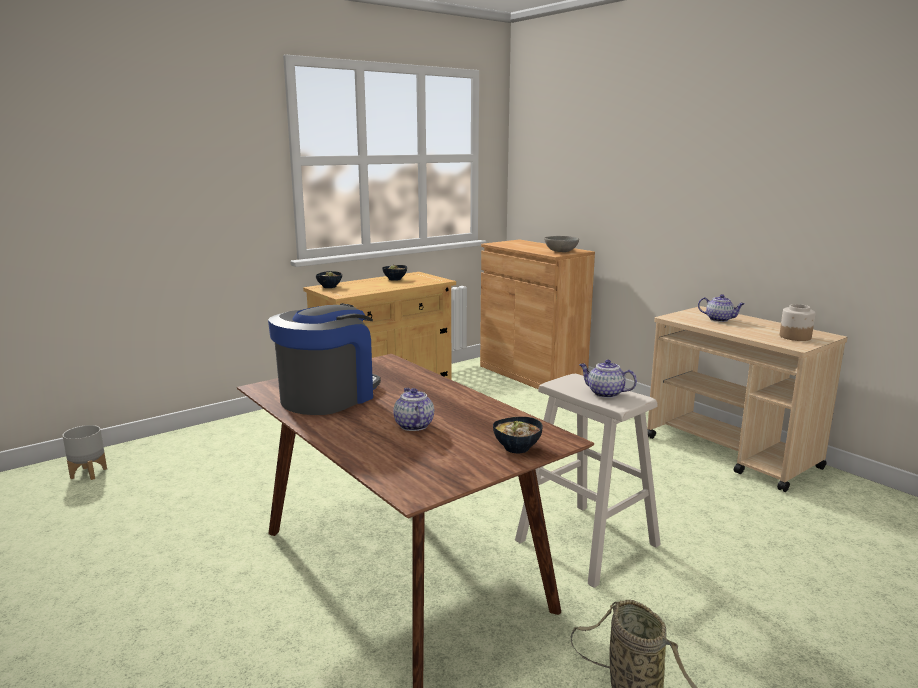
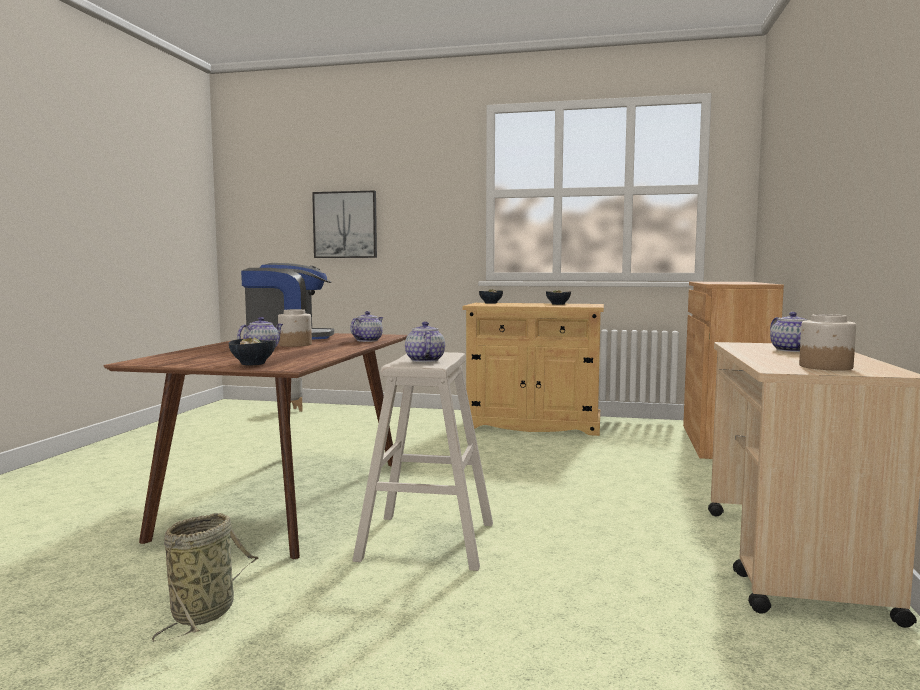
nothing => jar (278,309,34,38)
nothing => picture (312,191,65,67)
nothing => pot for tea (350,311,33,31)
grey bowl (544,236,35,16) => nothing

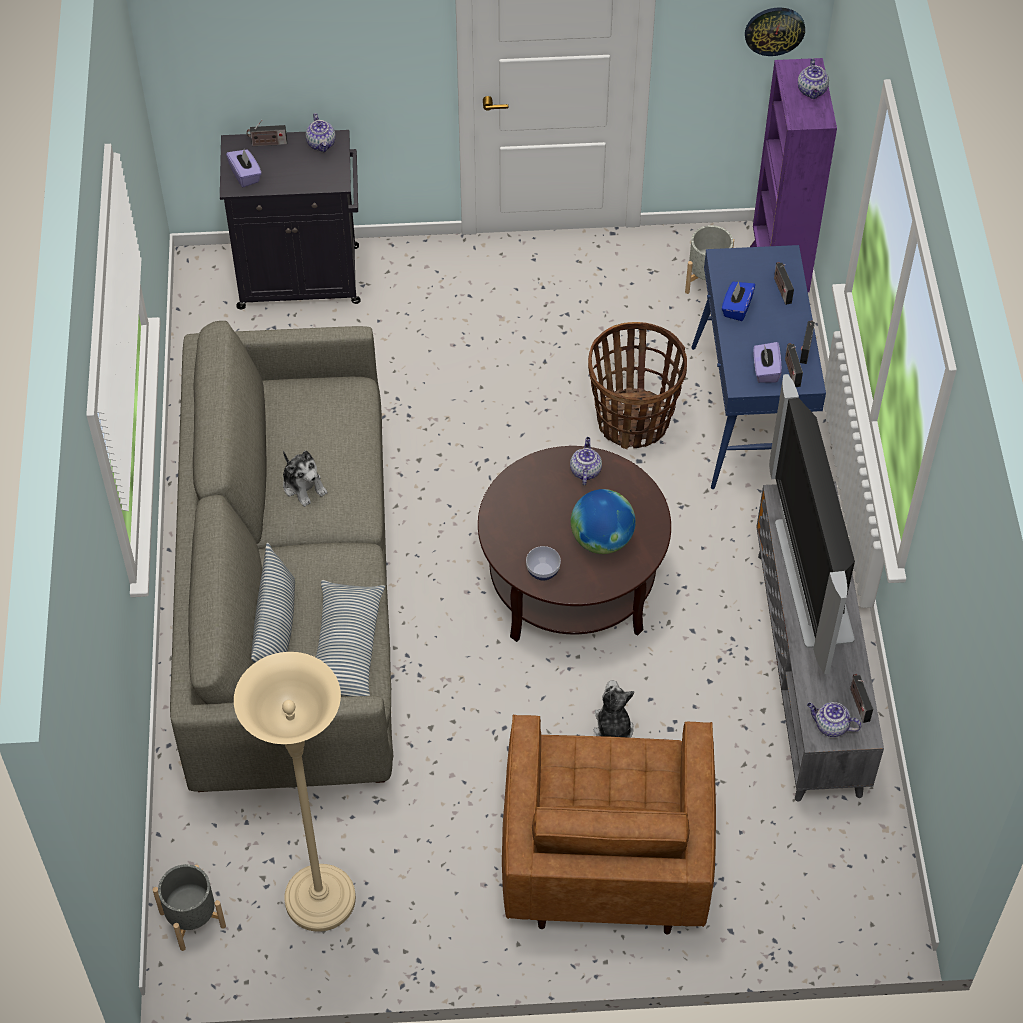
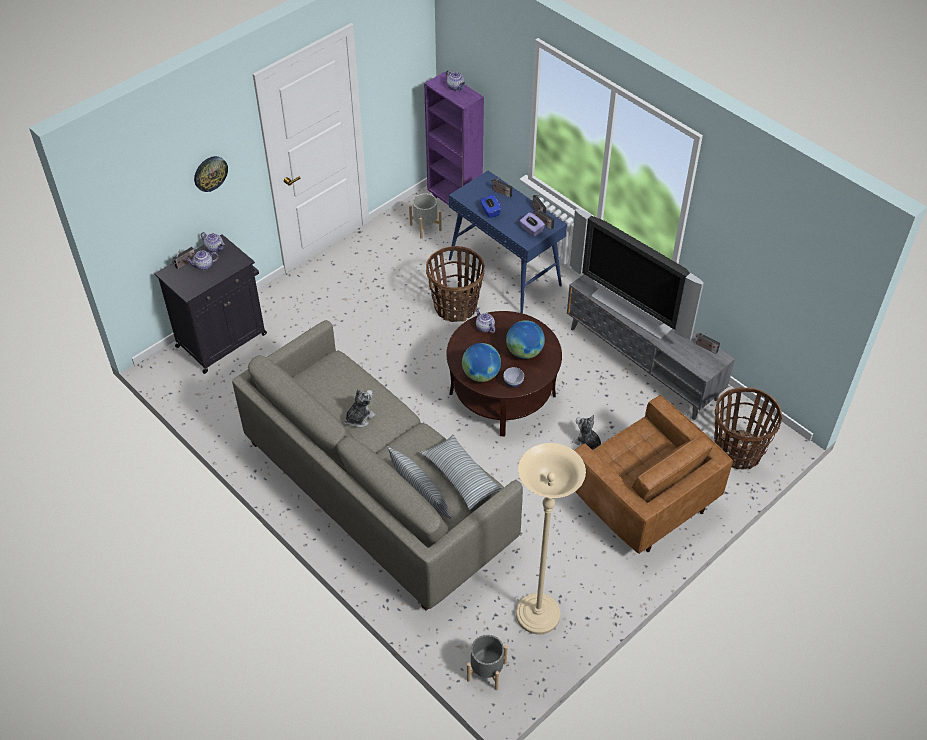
pot for tea (807,702,55,35) => pot for tea (186,251,33,20), move
hanging clock (745,7,60,49) => hanging clock (194,156,34,36), move
soft toy (283,451,44,56) => soft toy (344,389,32,39), 60 degrees counterclockwise
nothing => world globe (462,343,39,39)
nothing => basket (714,387,68,83)
purple tissue holder (226,149,36,38) => nothing

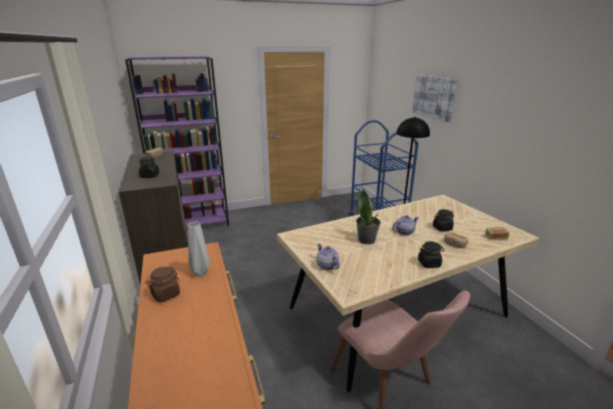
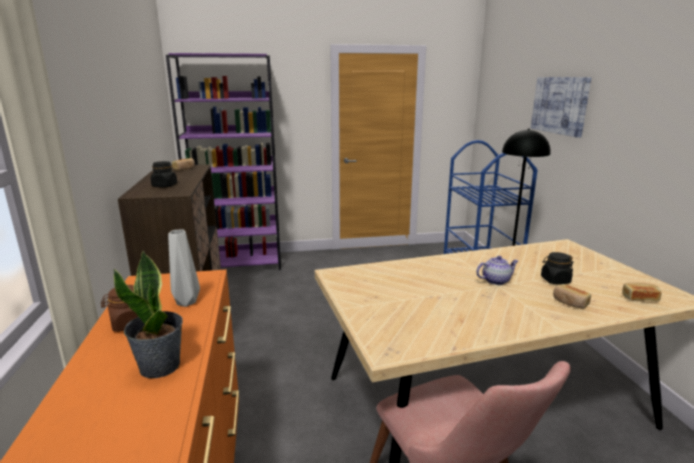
houseplant (356,189,25,55) => houseplant (113,250,70,128), move
pot for tea (316,244,24,26) => nothing
black-coloured jar (418,241,26,27) => nothing

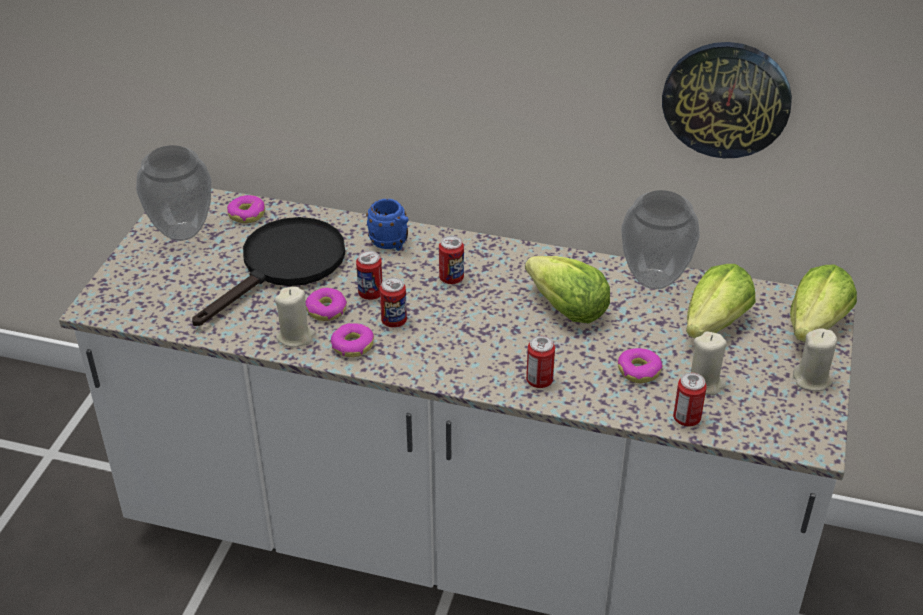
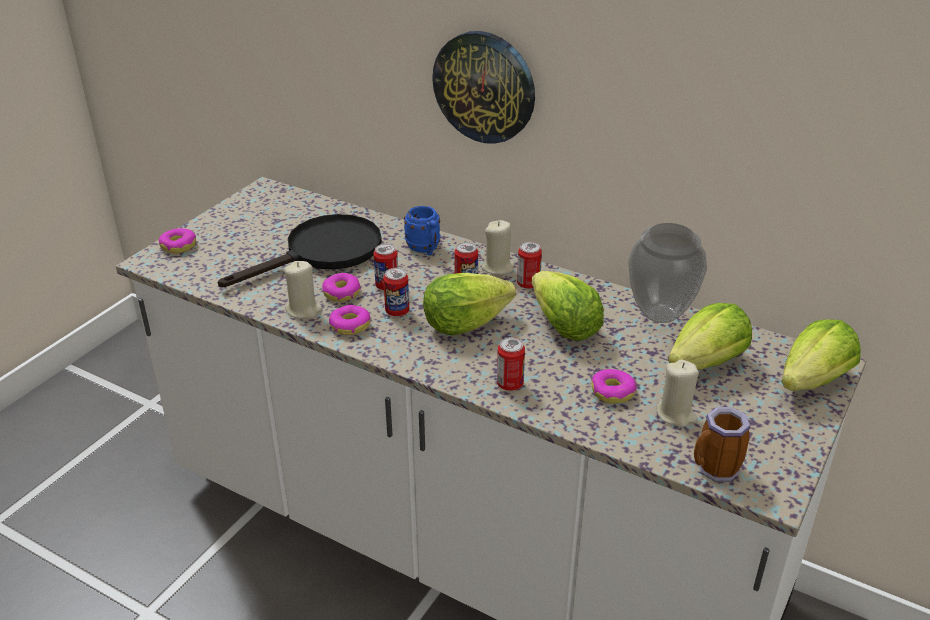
ring doughnut (227,195,38,28) => ring doughnut (158,228,38,26), move
nothing => lettuce head (423,273,93,63)
hanging clock (662,42,130,116) => hanging clock (432,31,103,113), move
sand-coloured candle (793,328,44,63) => sand-coloured candle (482,220,33,55), move
sealed can (673,373,34,53) => sealed can (517,242,25,47), move
nothing => mug (694,407,57,75)
flower vase (136,145,75,96) => nothing

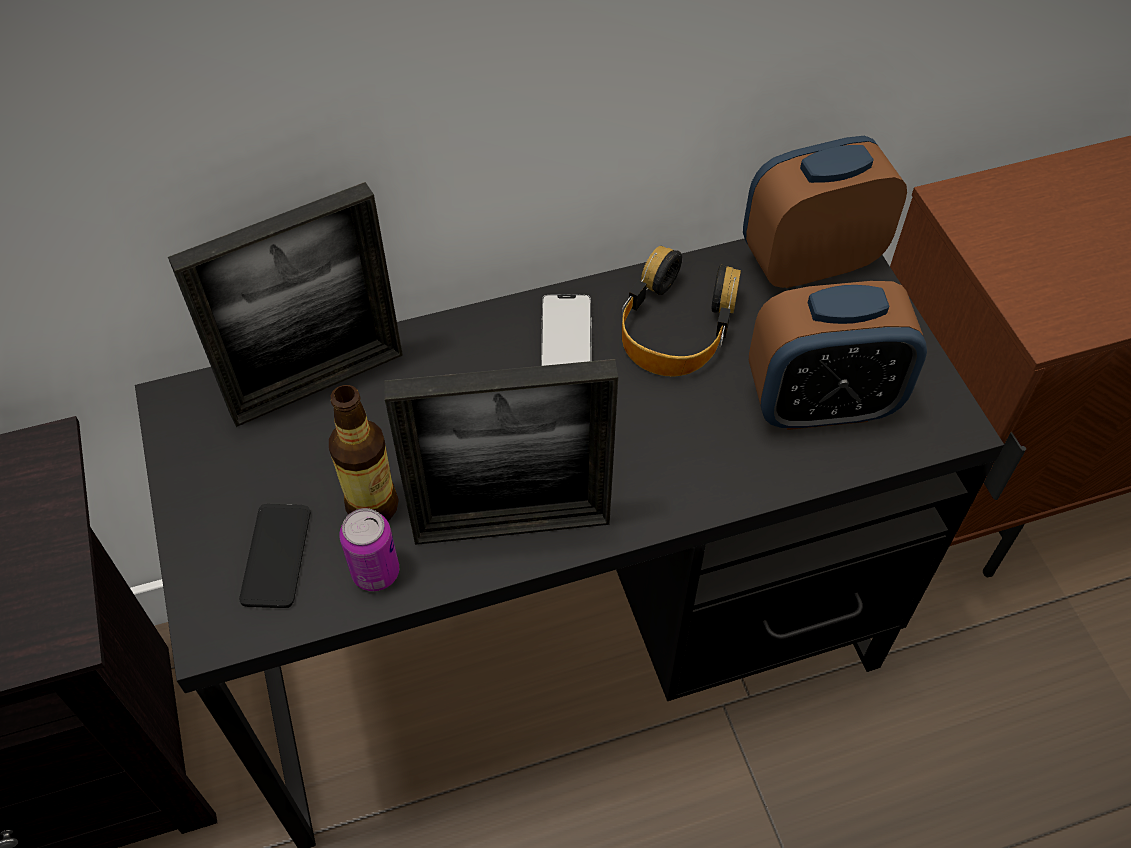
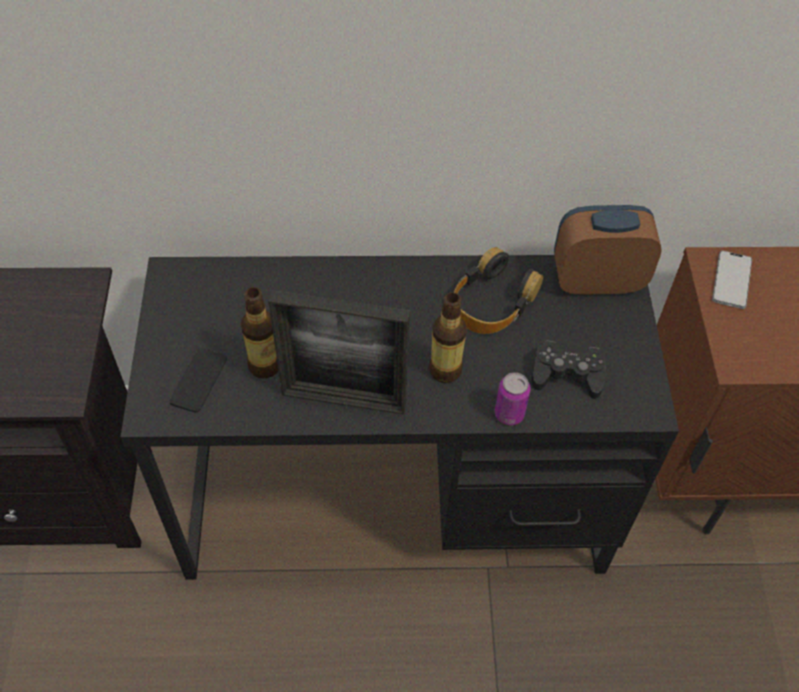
nothing => bottle (429,292,38,91)
sealed can (339,508,60,83) => sealed can (495,372,36,53), move
bedside clock (749,281,178,149) => black-coloured joypad (531,340,75,59)
phone (541,295,51,71) => phone (712,251,40,58), move
standing frame (168,182,235,245) => nothing

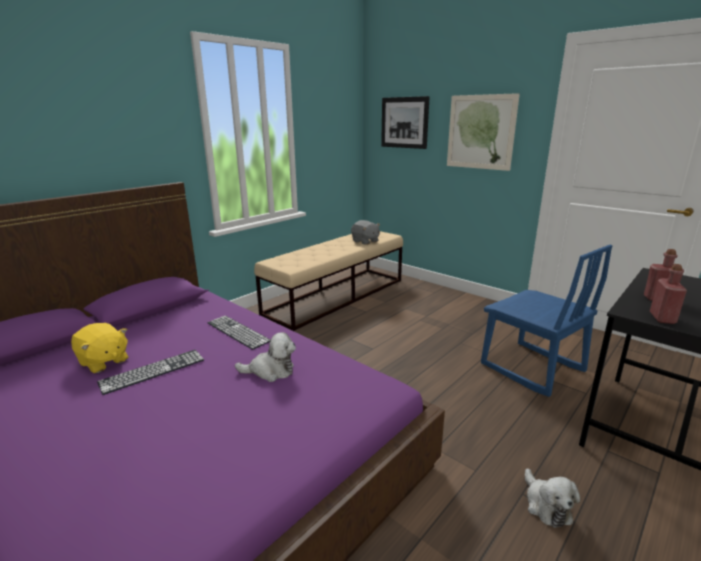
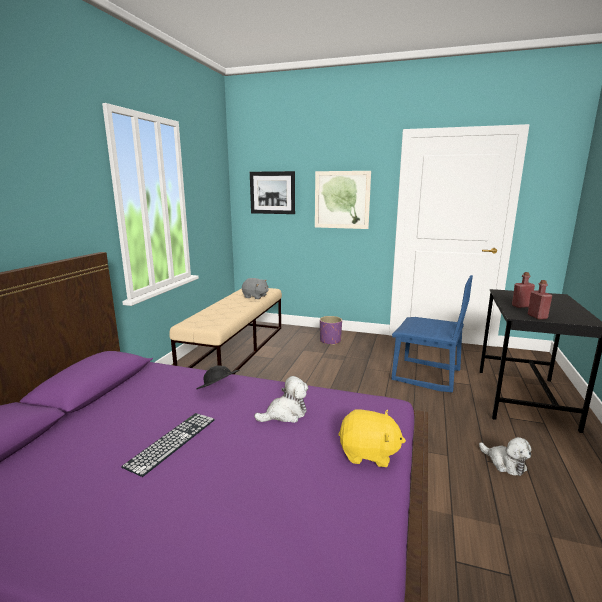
computer keyboard (207,316,64,34) => black-coloured hat (196,365,43,24)
nothing => purple planter (320,316,22,29)
yellowish soft toy (71,323,57,50) => yellowish soft toy (338,409,68,58), move

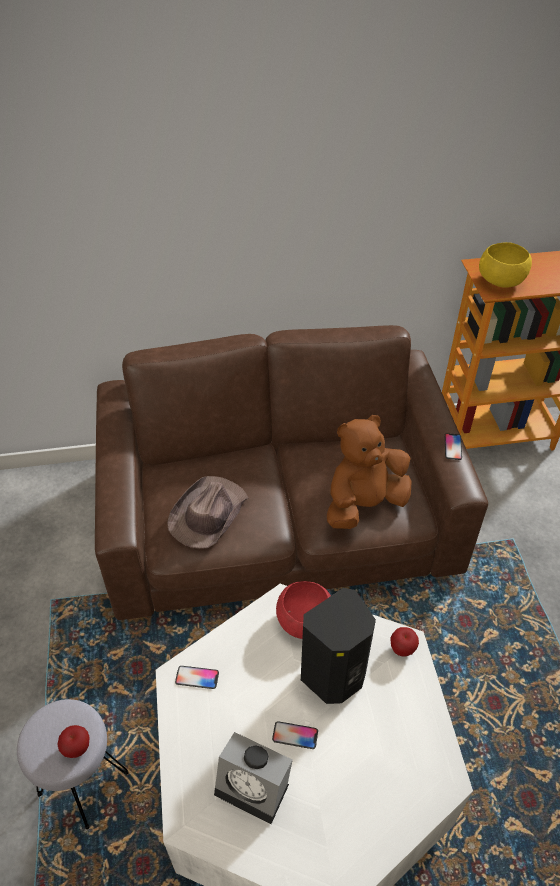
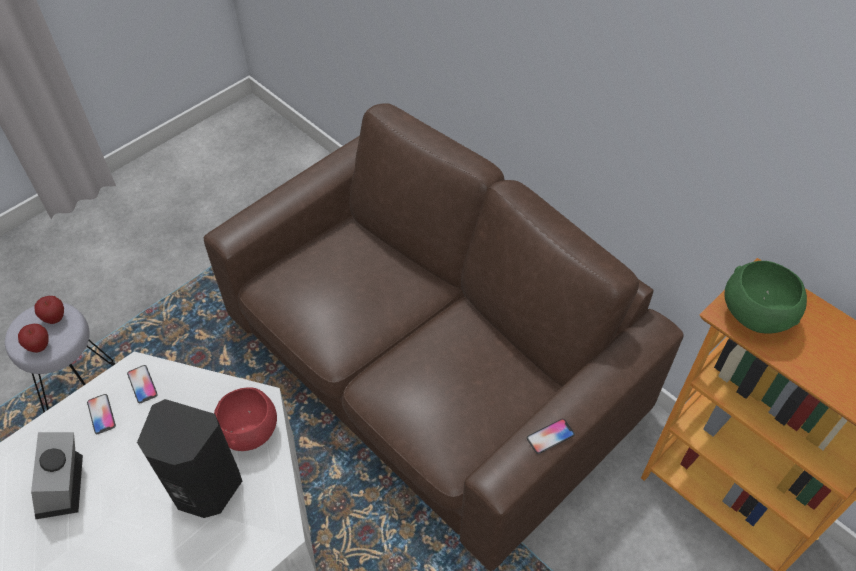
apple (390,627,29,29) => apple (35,296,29,28), move
phone (272,721,46,28) => phone (87,394,29,40), move
yellowish bowl (479,242,53,46) => greenish bowl (725,261,82,73)
brown-coloured hat (167,476,81,73) => nothing
brown-coloured soft toy (327,415,85,114) => nothing

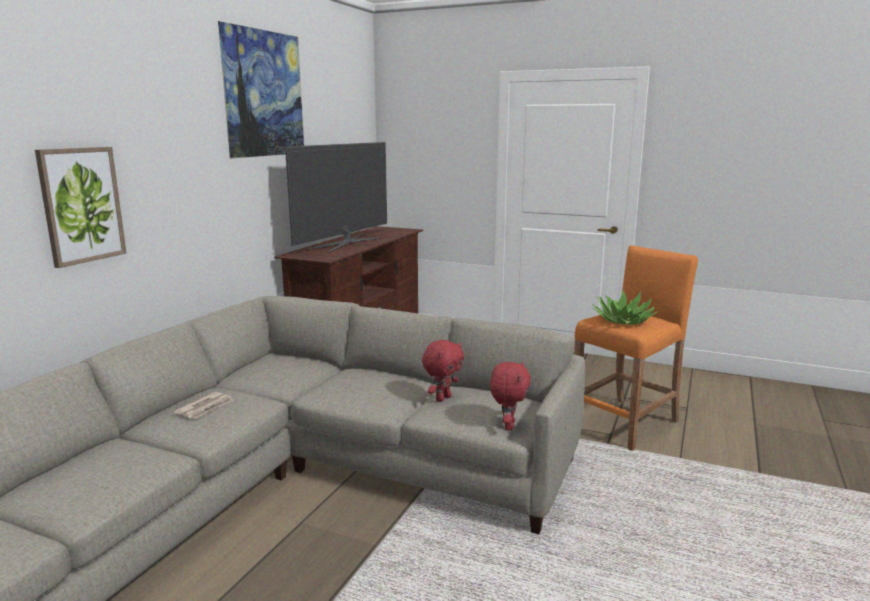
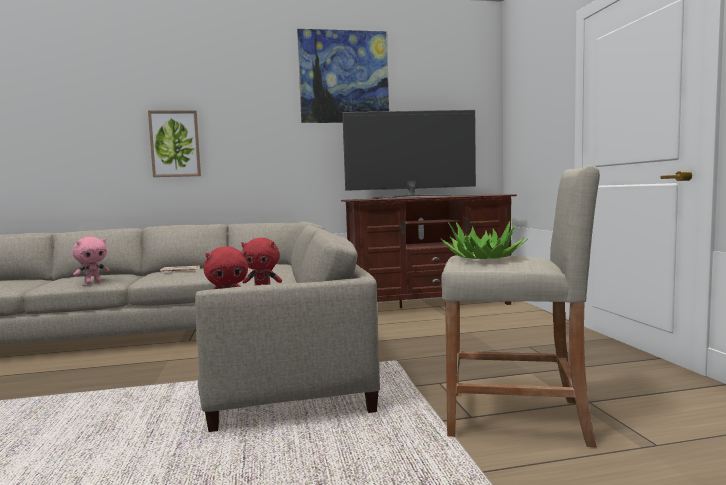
nothing => pinkish soft toy (72,237,38,47)
orange sitting stool (574,246,124,205) => sand-coloured sitting stool (441,165,159,283)

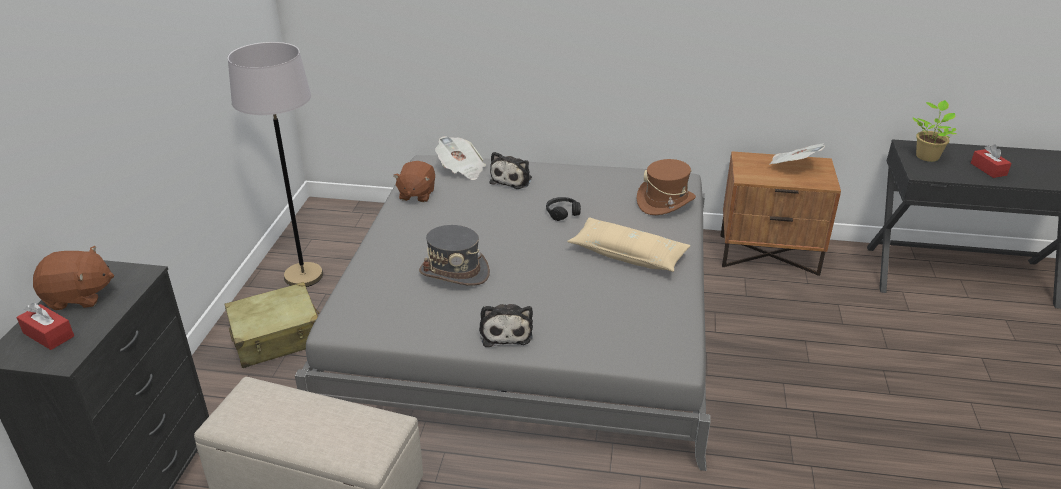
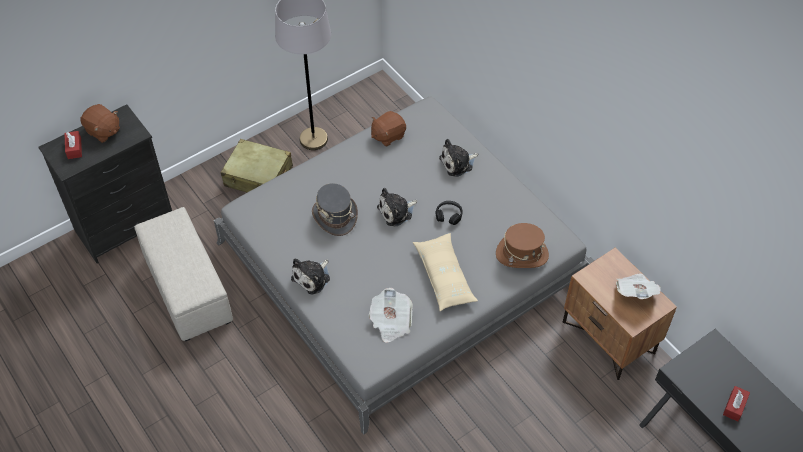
daily paper (435,136,51,44) => daily paper (369,288,44,55), move
nothing => soft toy (377,188,40,38)
houseplant (912,100,45,62) => nothing

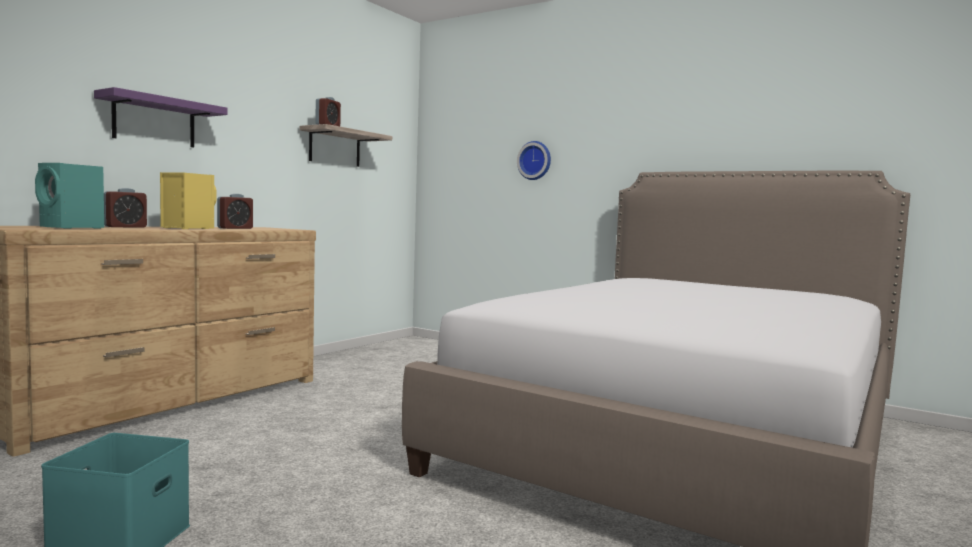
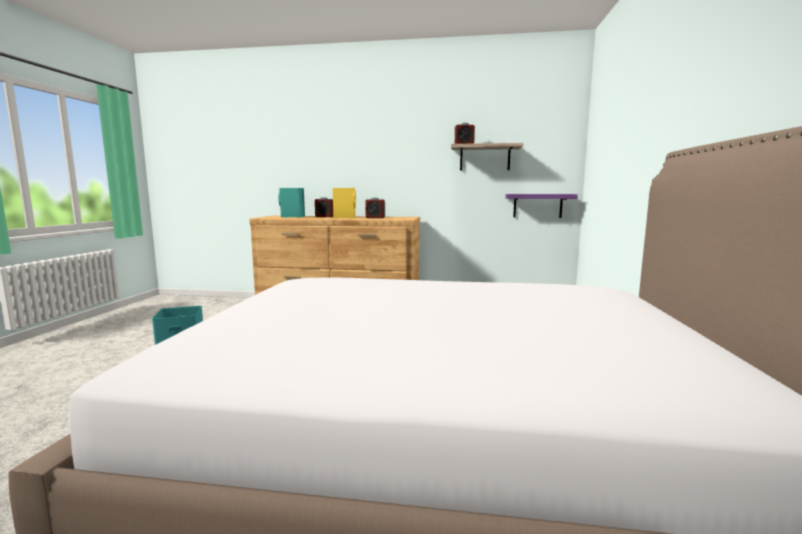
purple shelf (94,87,134,61) => purple shelf (505,194,73,24), move
hanging clock (517,141,34,39) => nothing

